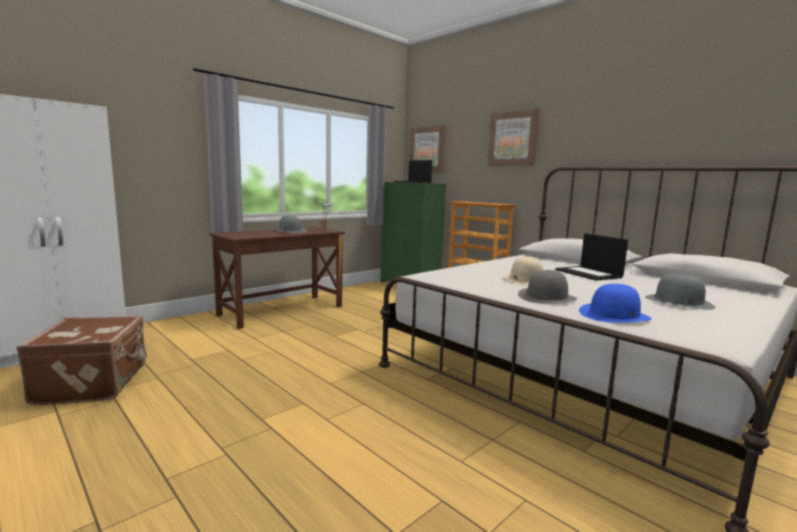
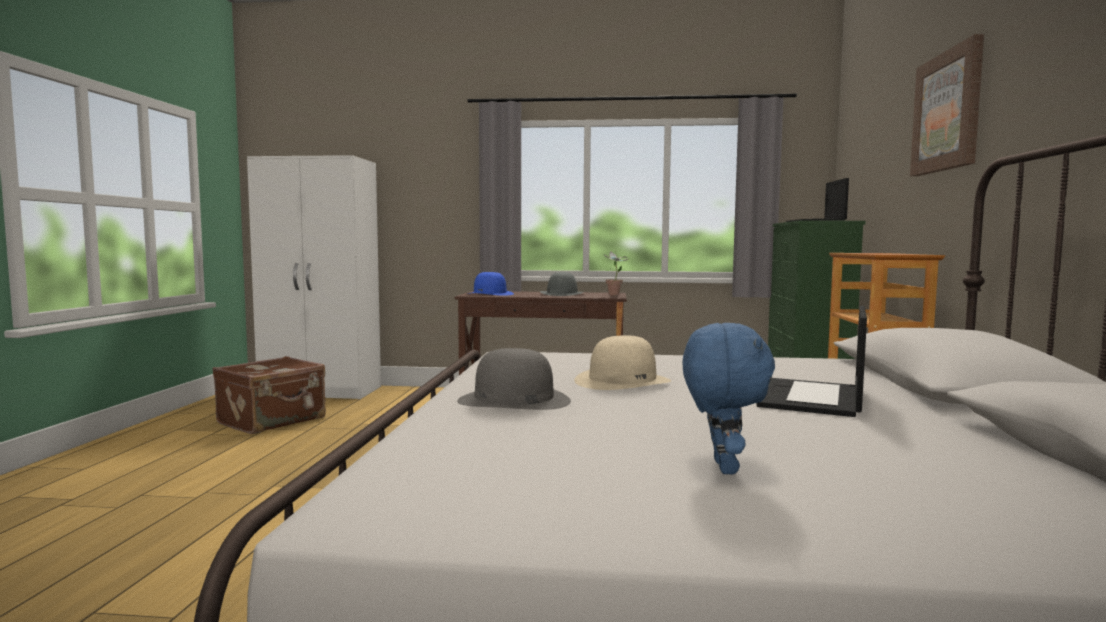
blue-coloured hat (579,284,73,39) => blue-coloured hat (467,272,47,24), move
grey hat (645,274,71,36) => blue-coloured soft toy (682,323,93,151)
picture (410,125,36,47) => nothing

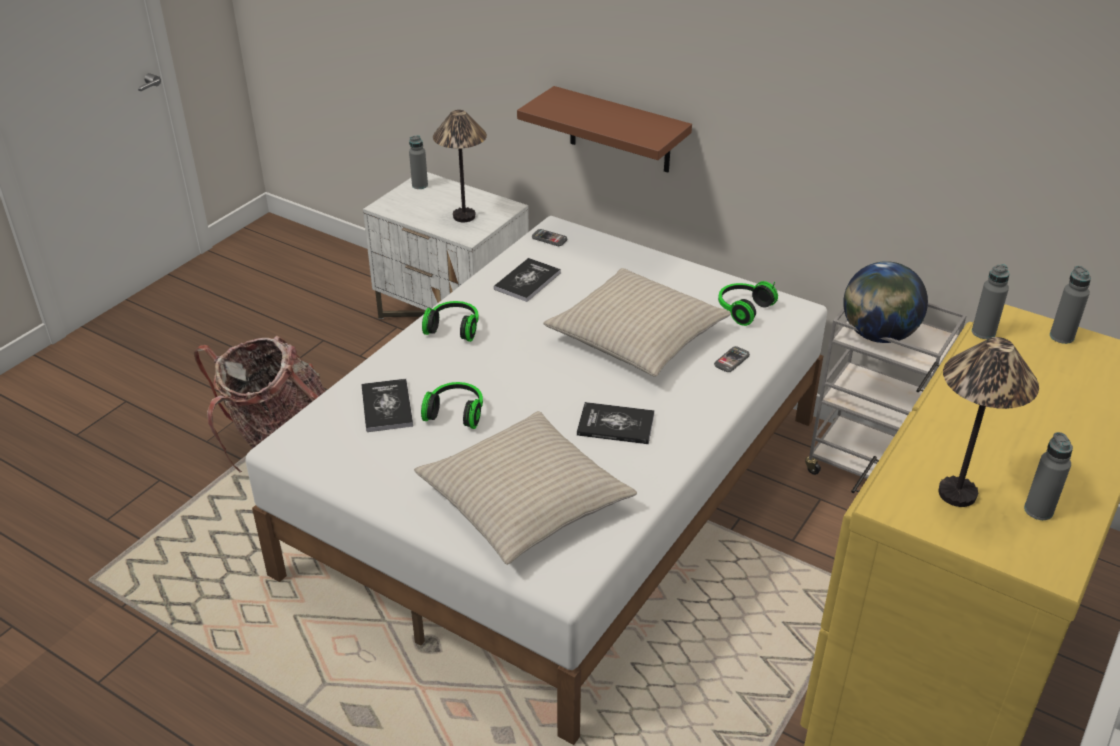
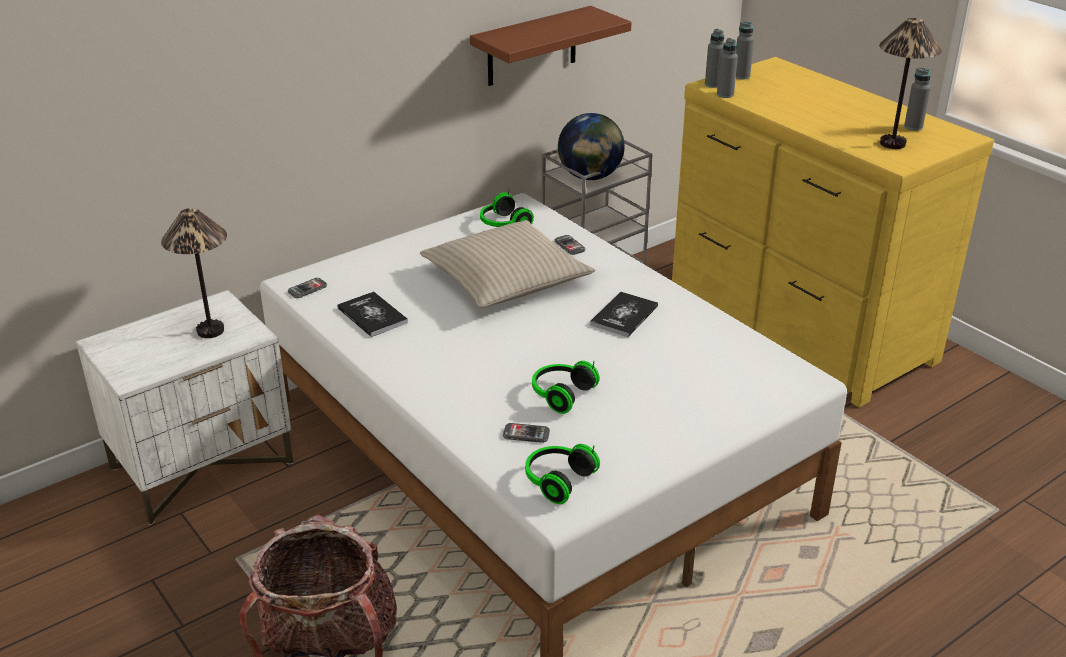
brown-coloured shelf (517,86,175,87) => brown-coloured shelf (470,6,162,80), move
bound book (362,379,51,53) => phone (503,423,47,20)
headphones (422,301,57,41) => headphones (525,444,75,60), move
grey bottle (409,135,19,54) => grey bottle (705,29,19,59), move
sand-coloured cushion (414,411,223,154) => nothing

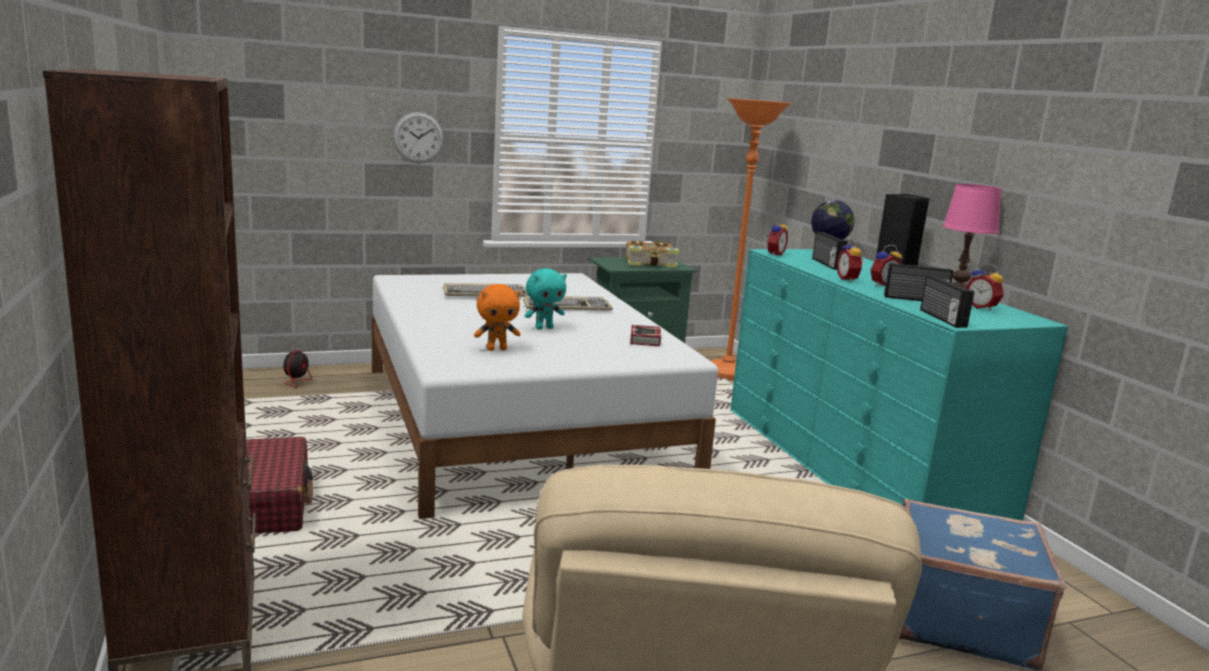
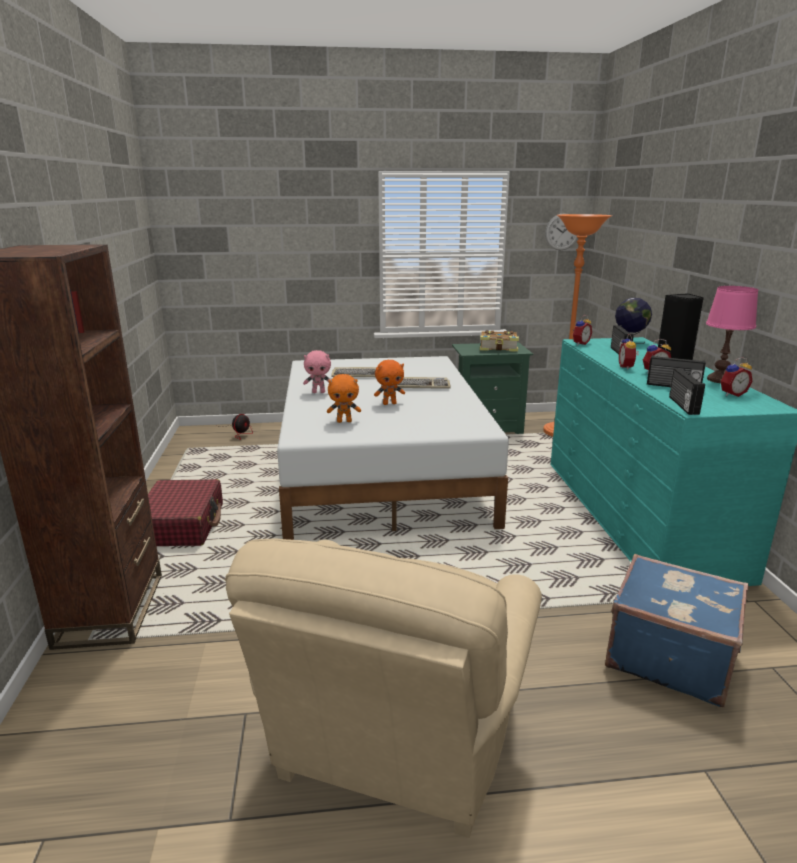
nothing => pinkish soft toy (303,350,28,43)
turquoise soft toy (525,268,42,62) => orange soft toy (374,360,31,45)
hanging clock (393,112,51,51) => hanging clock (545,213,33,37), move
bedside clock (965,263,39,48) => bedside clock (721,357,31,40), 90 degrees counterclockwise
bound book (630,325,31,22) => nothing

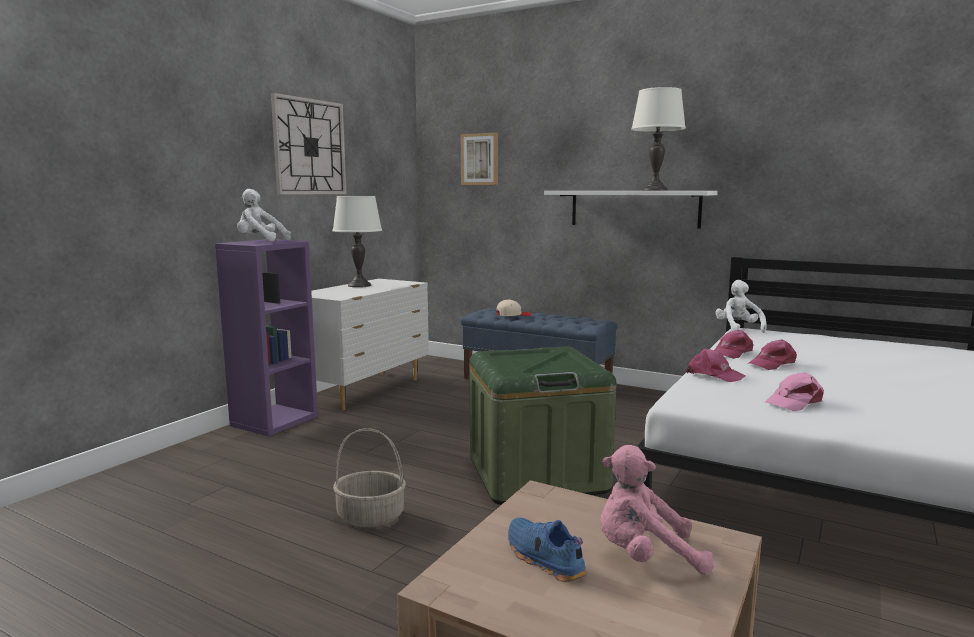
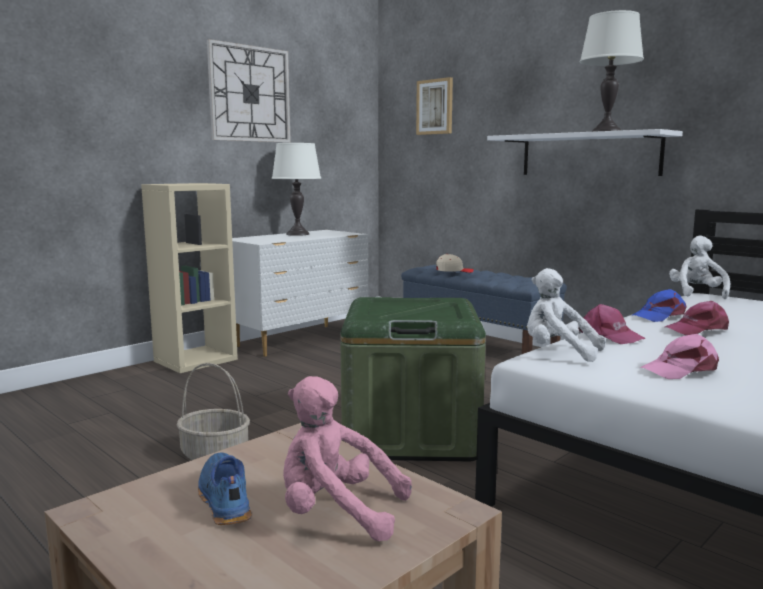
purple bookcase (215,239,103,197) => sand-coloured bookcase (141,183,97,190)
white soft toy (237,189,54,52) => white soft toy (527,268,79,94), move
pinkish cap (714,330,39,29) => blue-coloured cap (631,289,55,33)

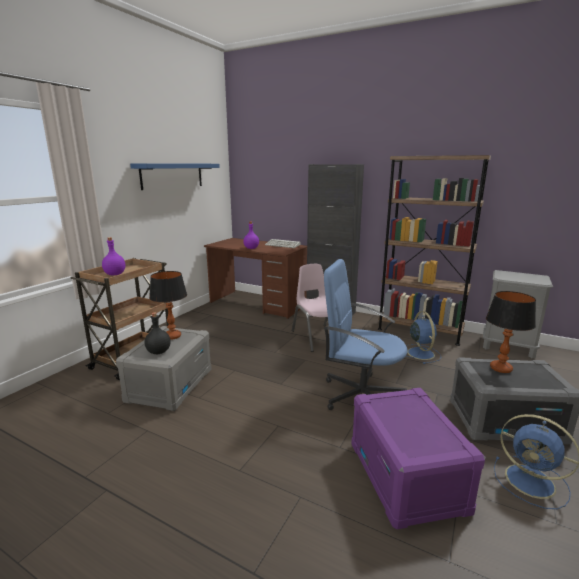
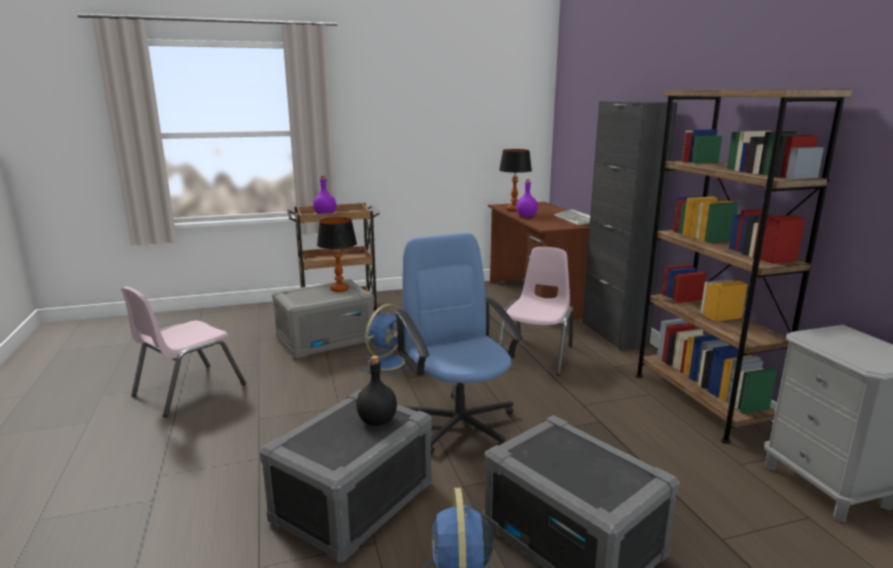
nothing => pinkish plain chair (121,286,125,131)
purple storage bin (351,388,135,141) => grey storage bin (260,389,172,174)
black-coloured bottle (144,312,27,42) => black-coloured bottle (356,356,41,70), move
blue-coloured cooling fan (406,311,35,53) => blue-coloured cooling fan (359,304,51,70), move
lamp for a table (486,291,50,82) => lamp for a table (499,149,33,62), move
blue-coloured shelf (130,163,90,27) => nothing

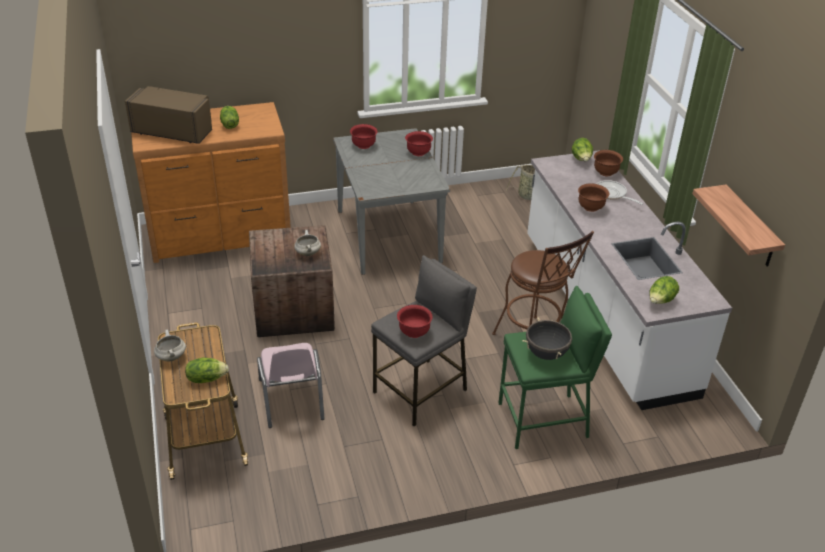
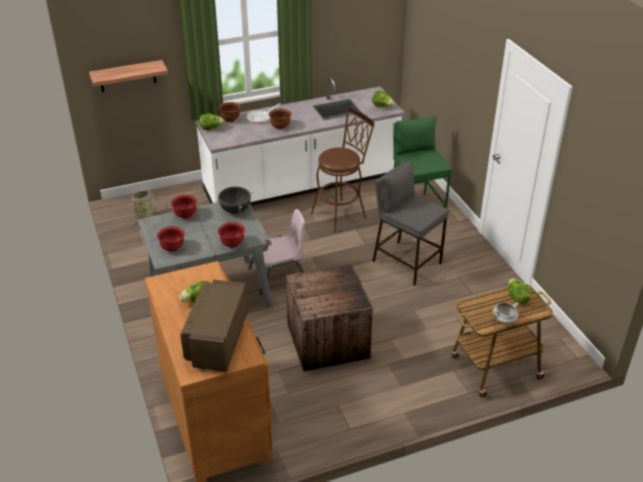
shelf (692,185,93,82) => shelf (89,60,79,32), move
black-coloured cooking pot (522,318,50,42) => black-coloured cooking pot (215,186,39,28), move
red bowl (397,305,36,33) => red bowl (218,222,27,25), move
pinkish plain chair (257,343,67,85) => pinkish plain chair (248,209,57,86), move
white cooking pot (294,230,27,26) => nothing

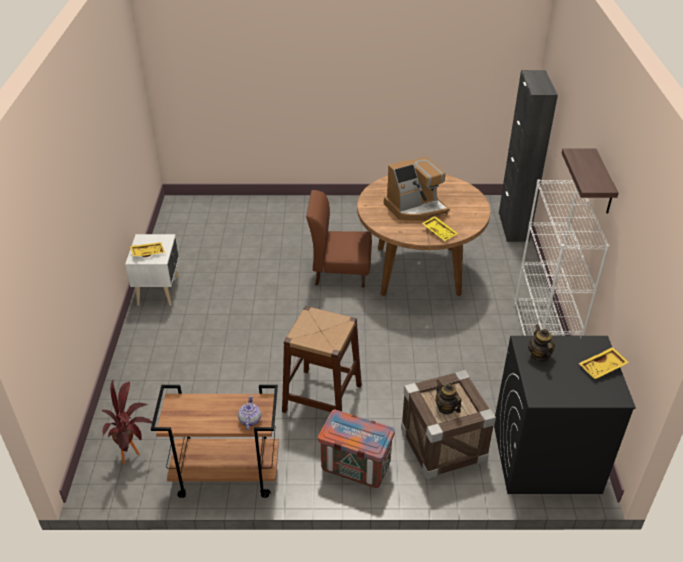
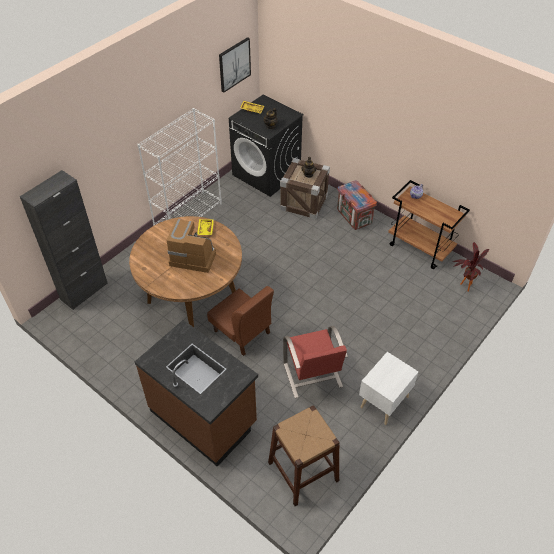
nothing => brown-coloured kitchen counter (135,320,123,147)
nothing => picture (219,37,32,56)
brown-coloured sitting stool (282,306,80,107) => brown-coloured sitting stool (268,405,72,101), move
nothing => red plain chair (283,326,65,72)
yellowish tray (130,242,35,15) => nothing
shelf (562,148,57,66) => nothing

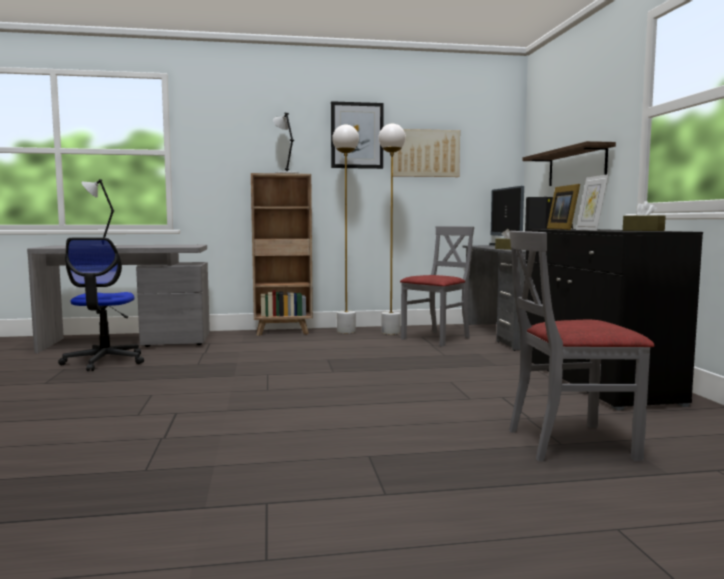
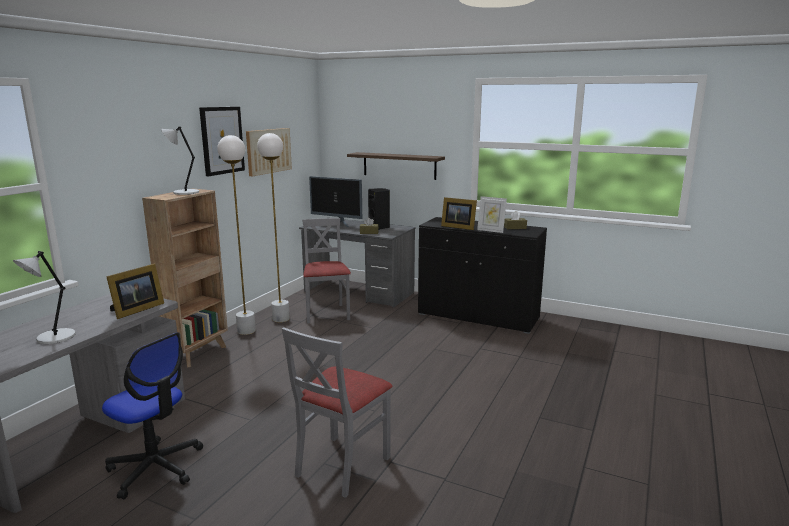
nothing => standing frame (106,264,58,55)
grey plain chair (509,231,146,230) => grey plain chair (282,327,111,171), move

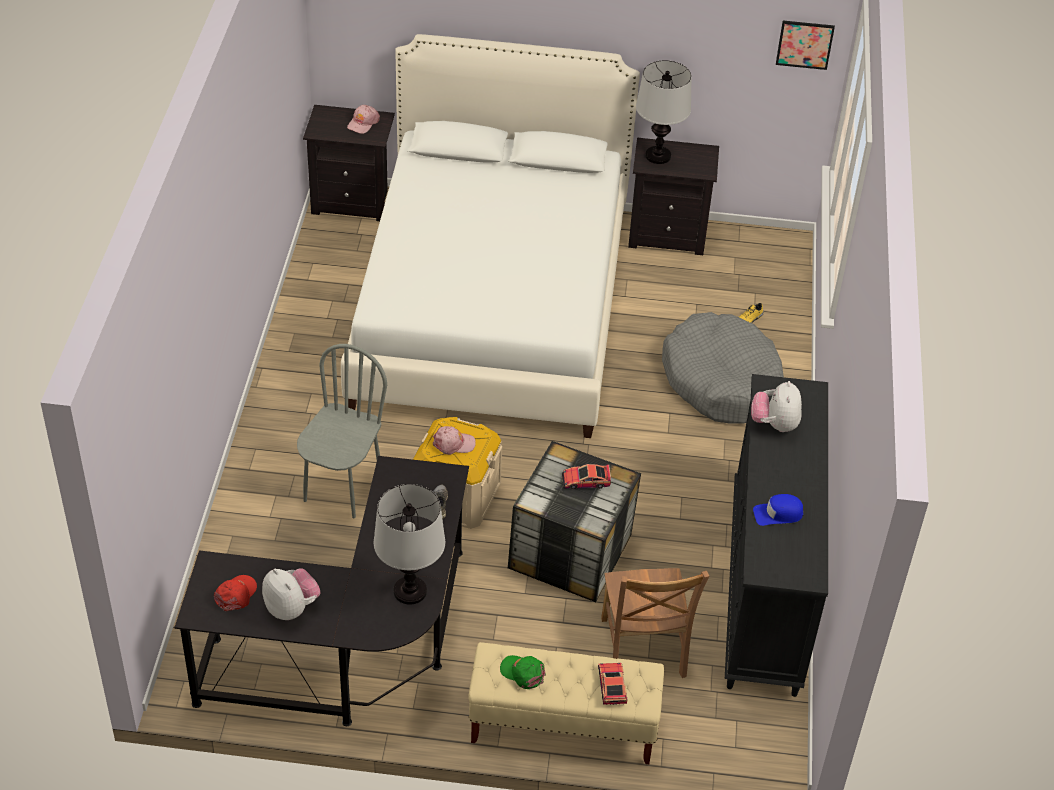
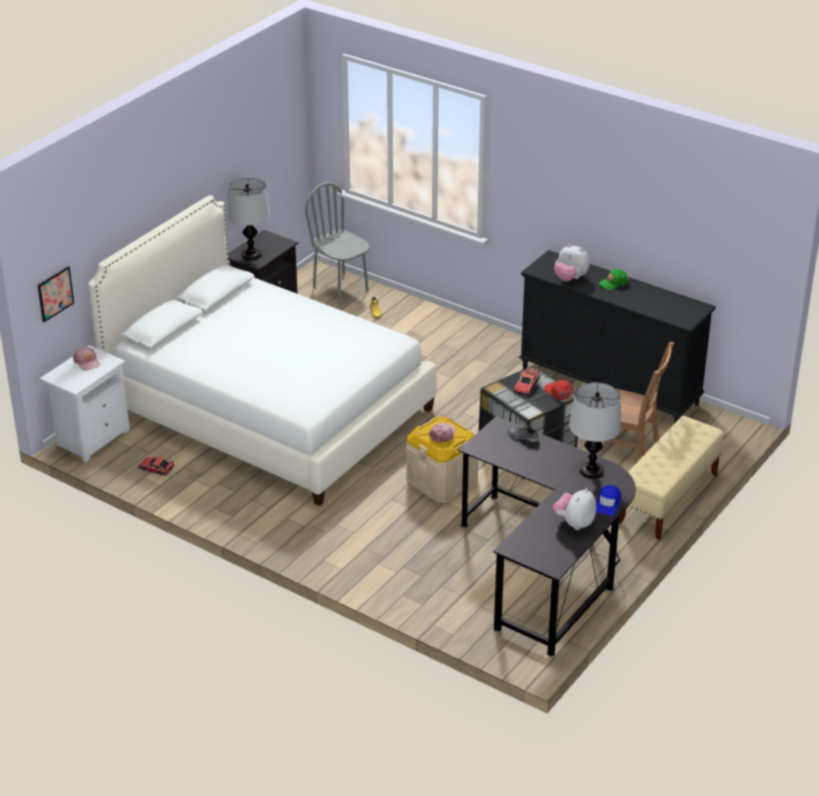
picture (776,21,59,49) => picture (38,266,36,56), move
black-coloured bedside table (303,105,92,116) => white bedside table (40,345,90,117)
model car (598,663,29,42) => model car (138,457,36,18), move
grey plain chair (297,344,90,174) => grey plain chair (305,182,64,122), move
red cap (214,575,43,36) => red cap (544,380,30,20), move
soft toy (262,568,59,52) => soft toy (553,488,43,42), 45 degrees counterclockwise
blue-coloured cap (753,494,51,32) => blue-coloured cap (596,485,25,31), move
greenish cap (500,655,46,34) => greenish cap (599,269,30,21), move
grey dog bed (662,312,122,112) => nothing

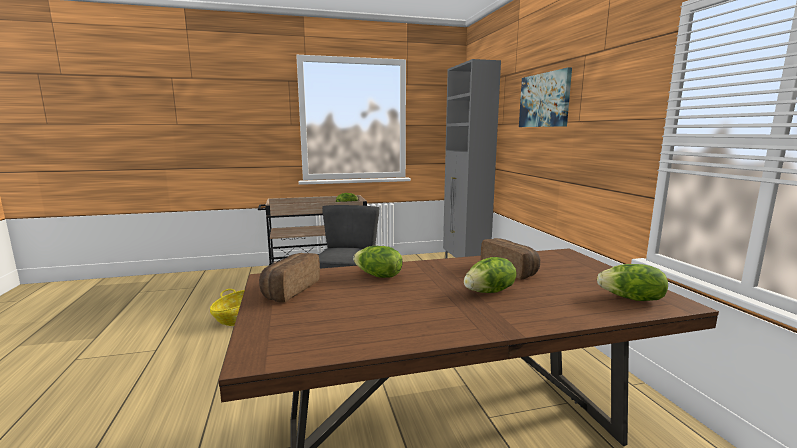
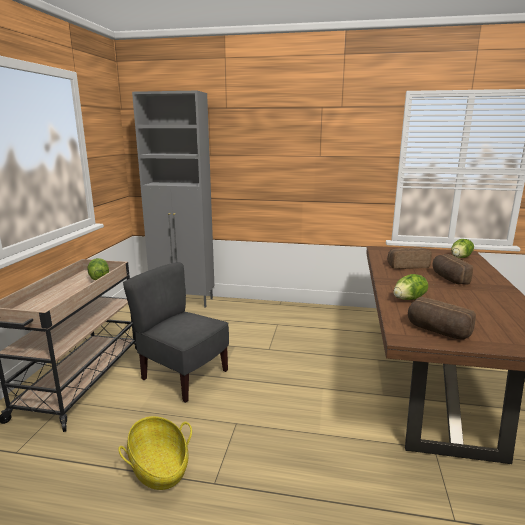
lettuce head (464,257,53,36) => bakery bread (433,254,40,31)
picture (519,67,53,60) => nothing

